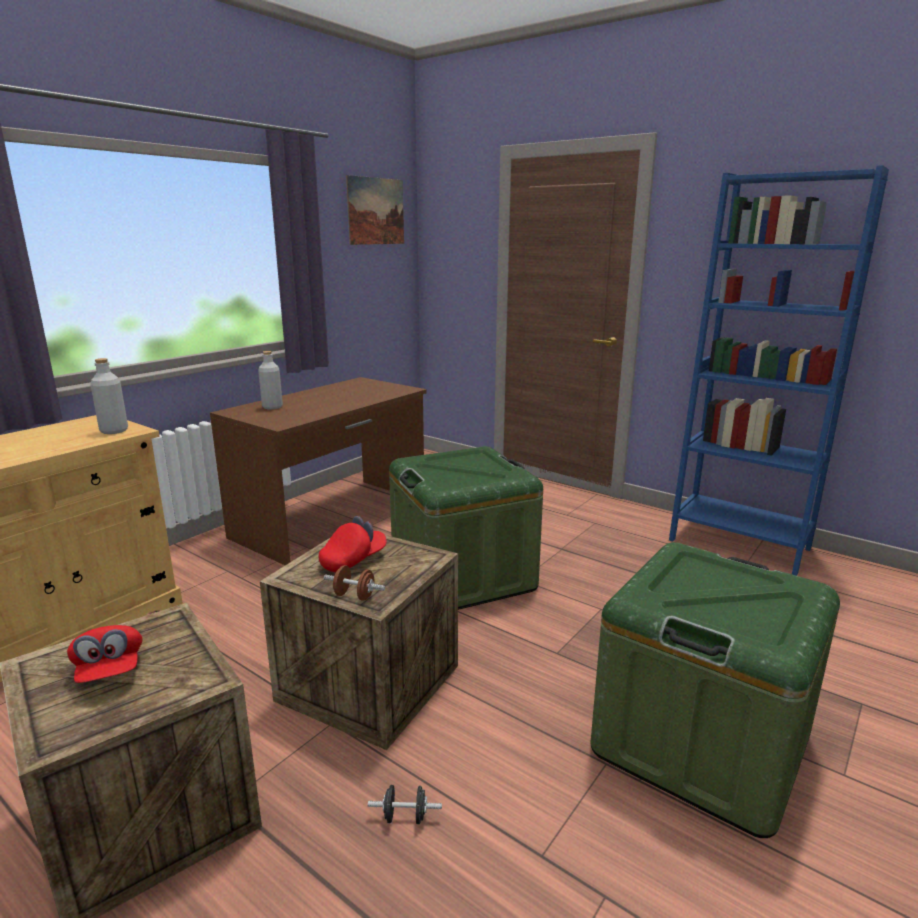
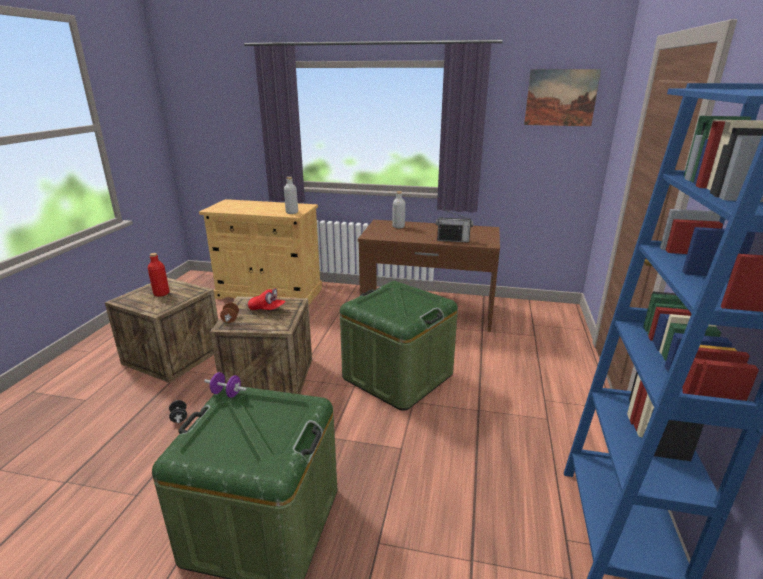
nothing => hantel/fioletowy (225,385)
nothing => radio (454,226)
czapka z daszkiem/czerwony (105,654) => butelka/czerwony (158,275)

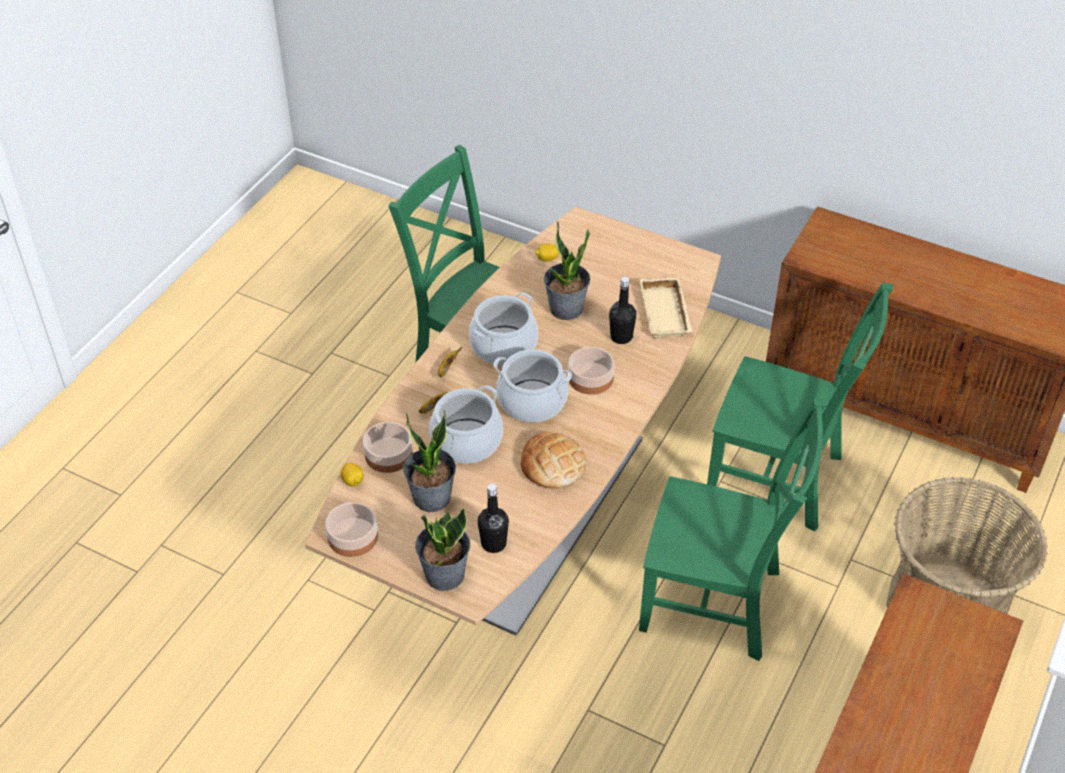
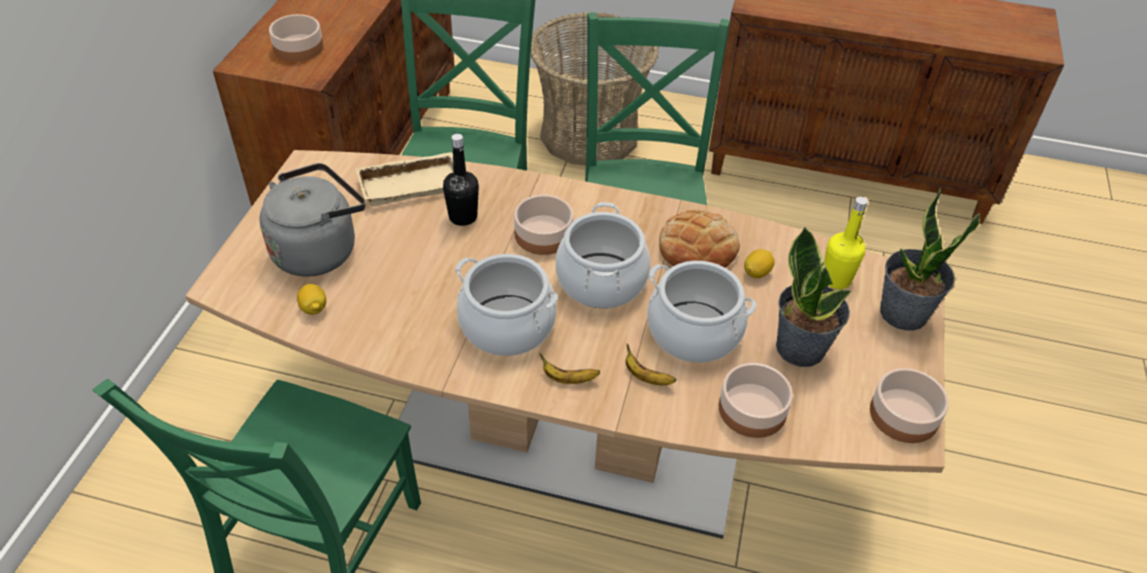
roślina doniczkowa (567,270) => nothing
nothing => czajnik/szary (312,220)
nothing => miska (296,38)
cytryna (352,475) => cytryna (759,263), relocated
butelka/czarny (493,518) => butelka/żółty (846,242)

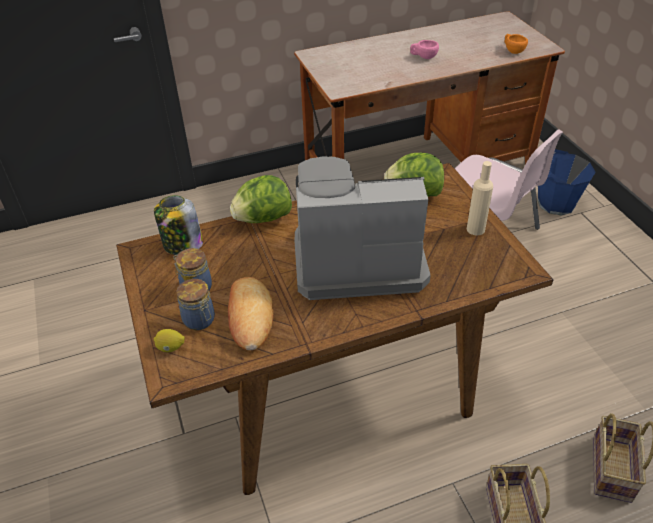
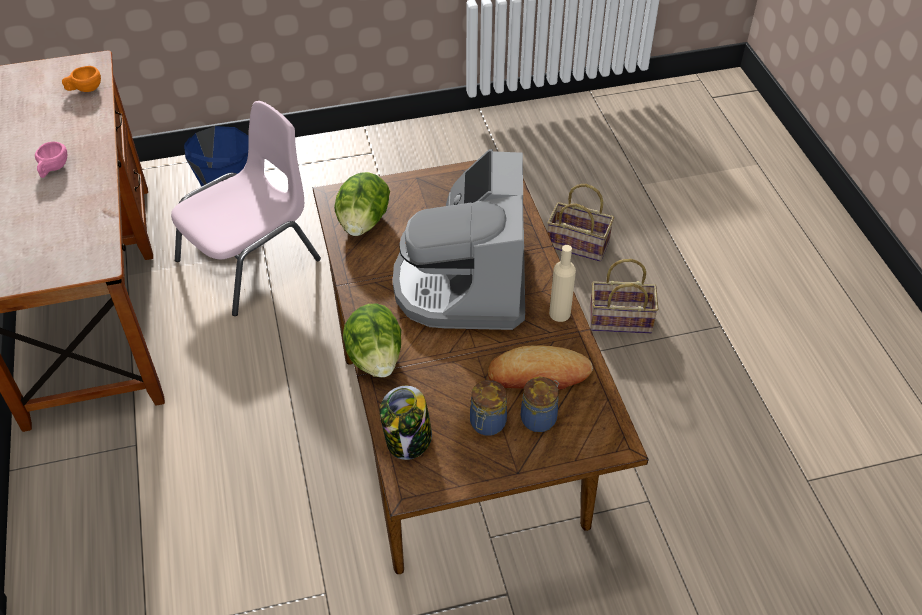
cytryna (169,340) => nothing
butelka/beżowy (480,198) => butelka/beżowy (562,283), relocated

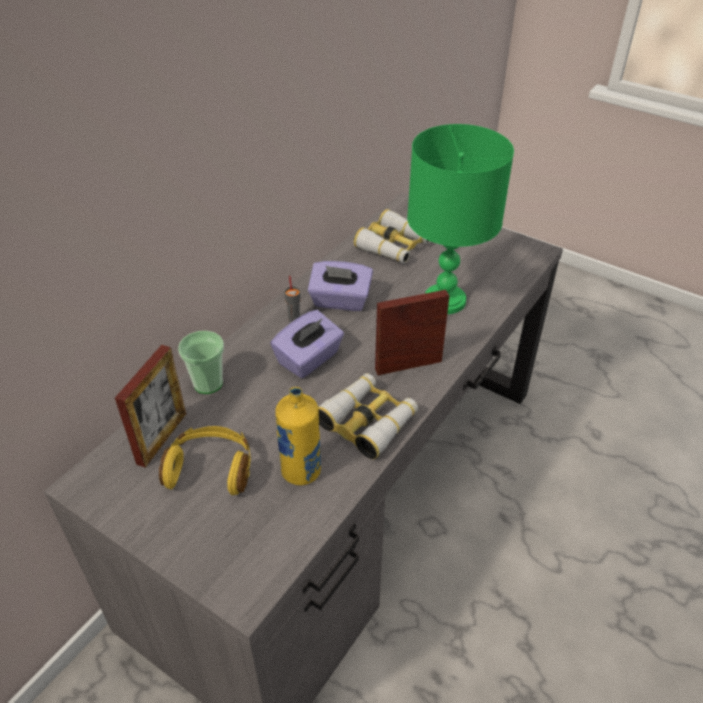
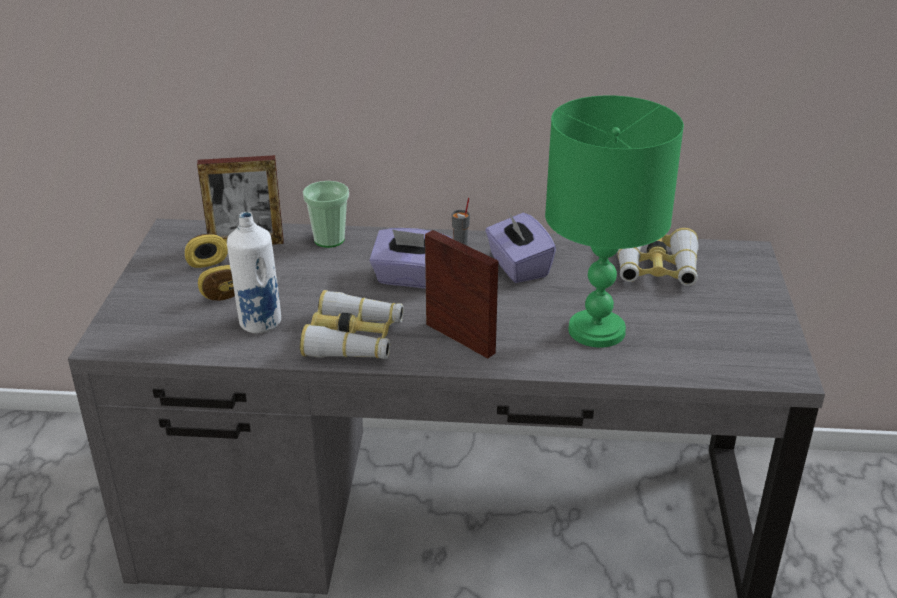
butelka/żółty (298,436) => butelka/biały (254,272)

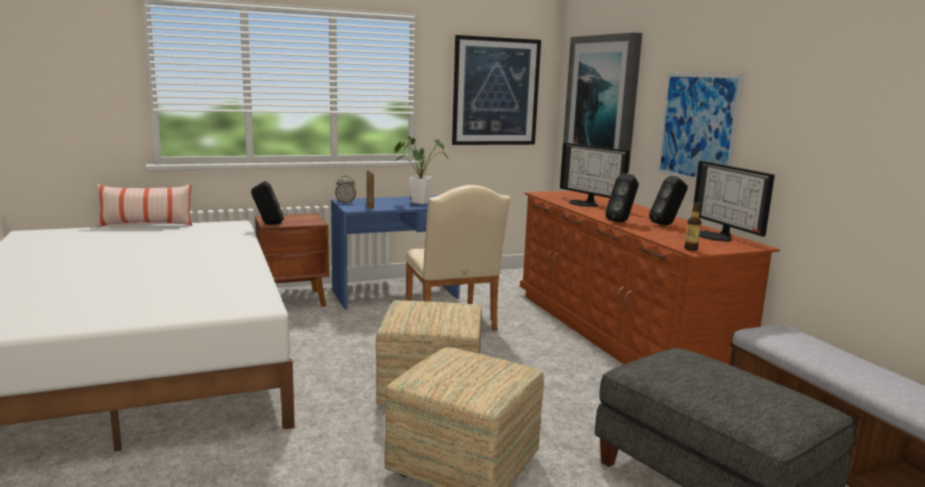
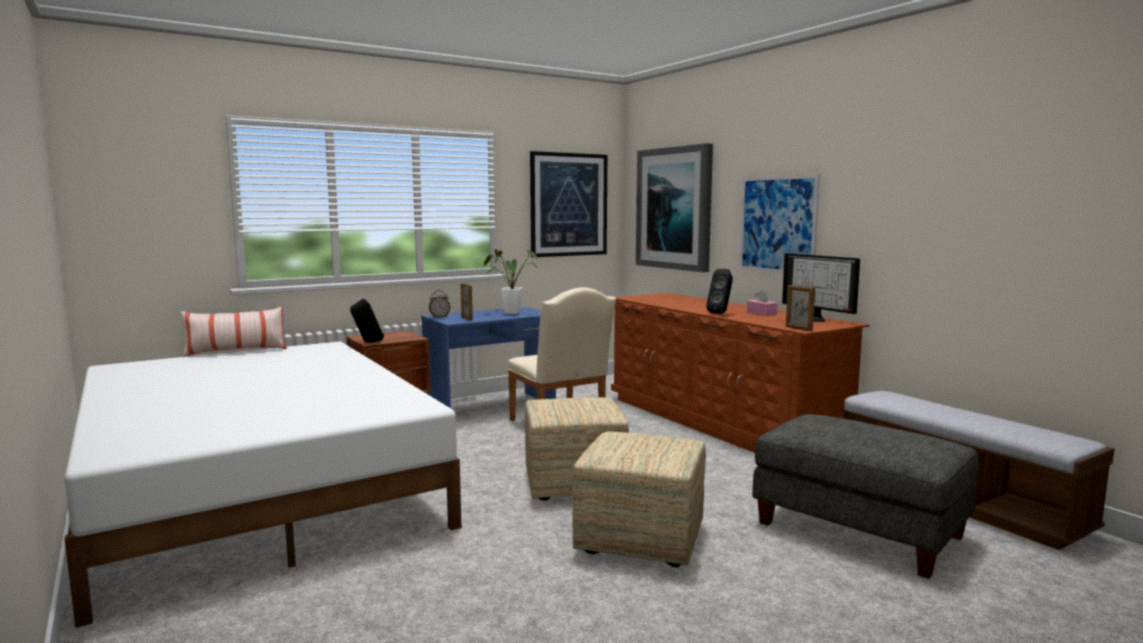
monitor (595,175) => nothing
głośnik/czarny (668,200) => pudełko chusteczek/różowy (762,303)
butelka (692,226) => ramka na zdjęcie (800,308)

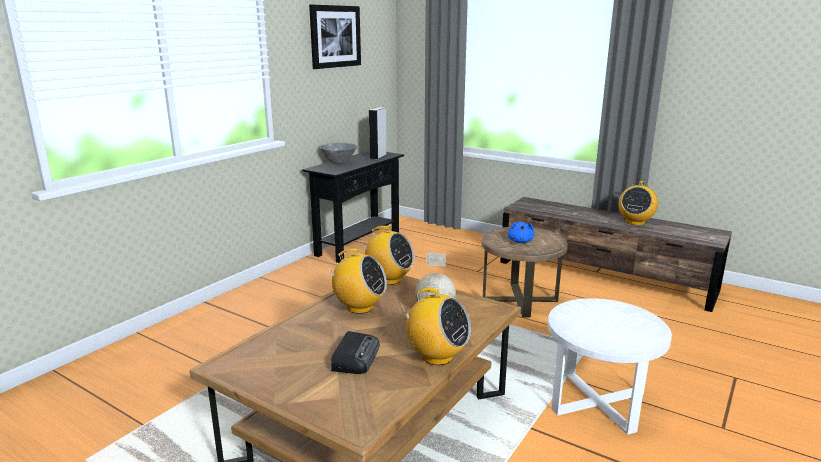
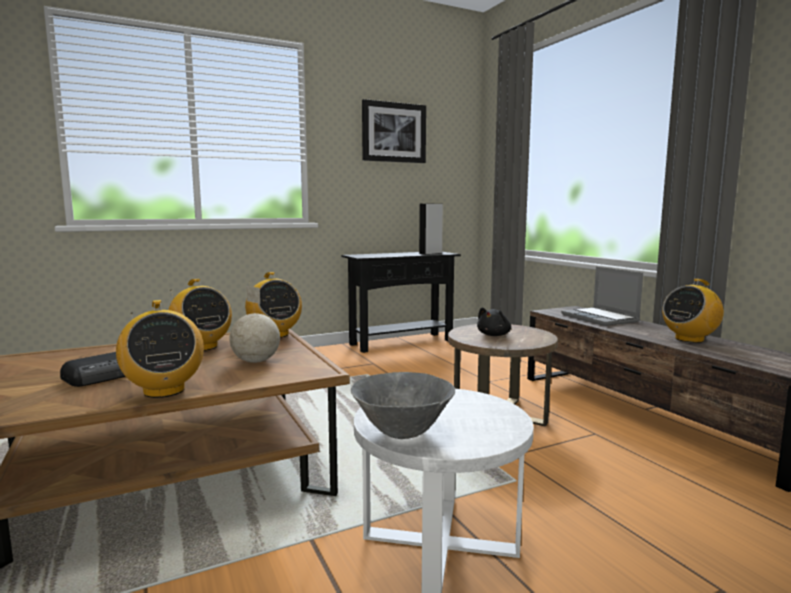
nothing => laptop (602,296)
miska/szary (339,153) => miska/szary (403,405), relocated
pluszak/niebieski (521,232) => pluszak/czarny (494,321)

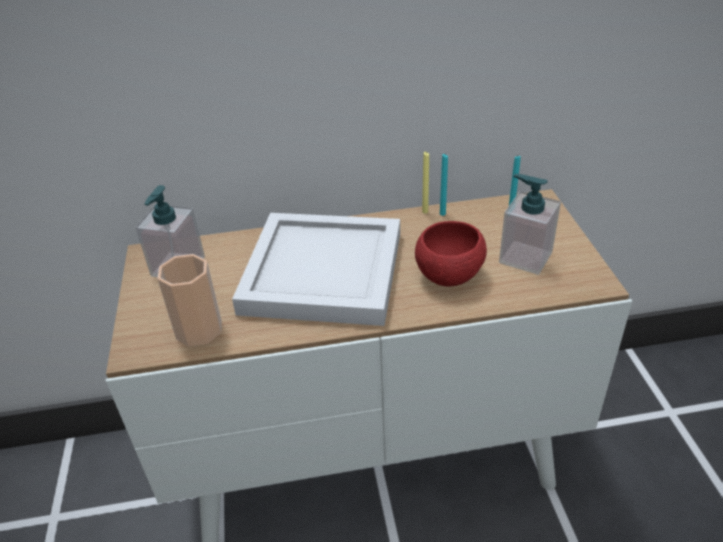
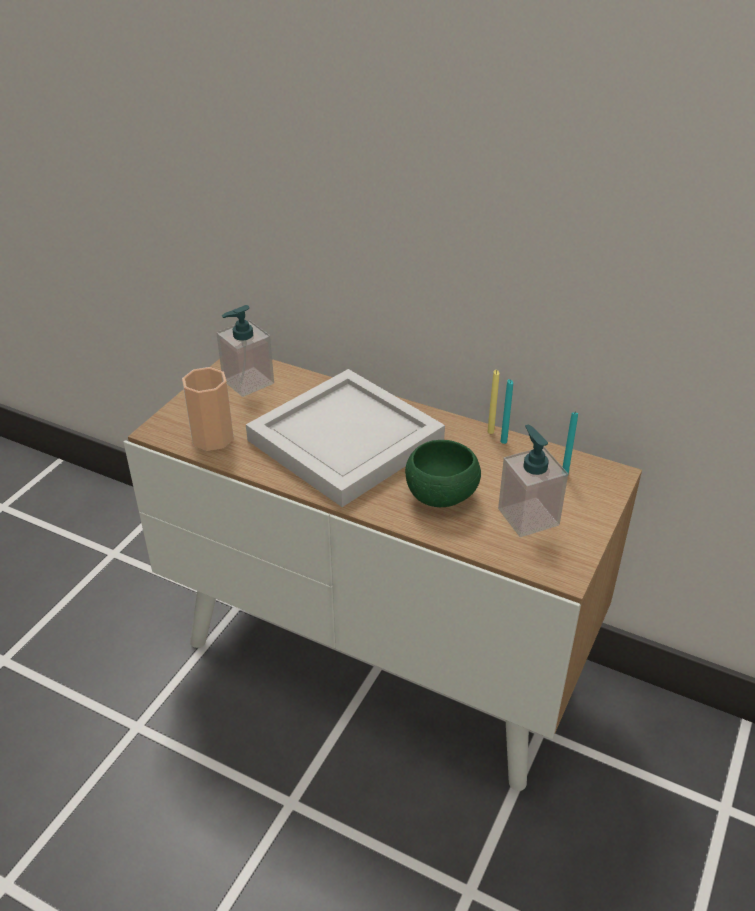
miska/czerwony (451,254) => miska/zielony (443,473)

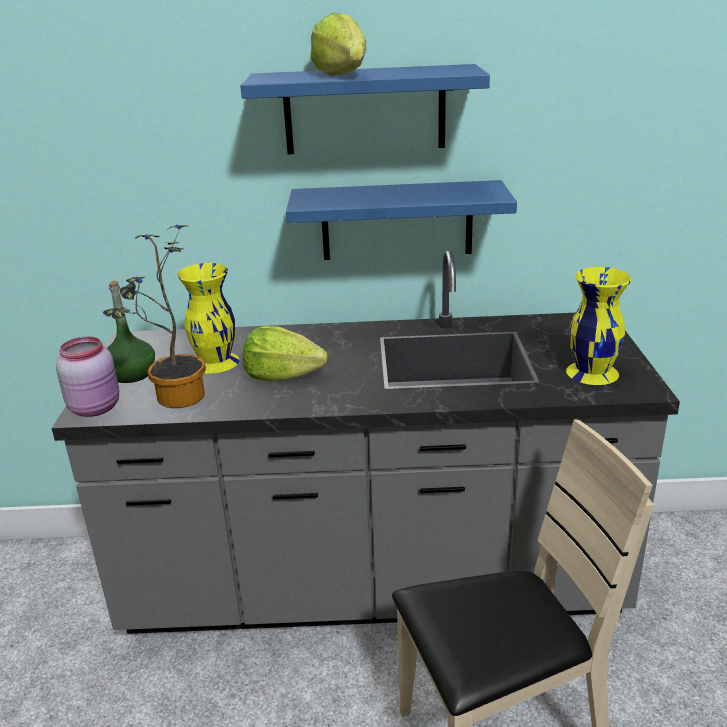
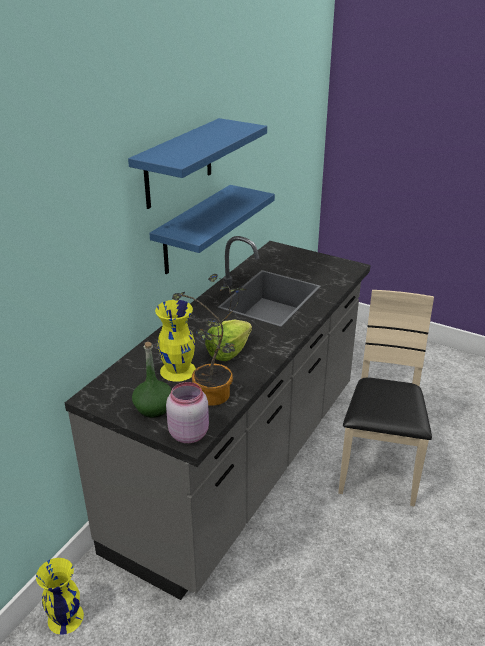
sałata (338,44) => nothing
wazon/żółty (598,326) => wazon/żółty (60,596), relocated

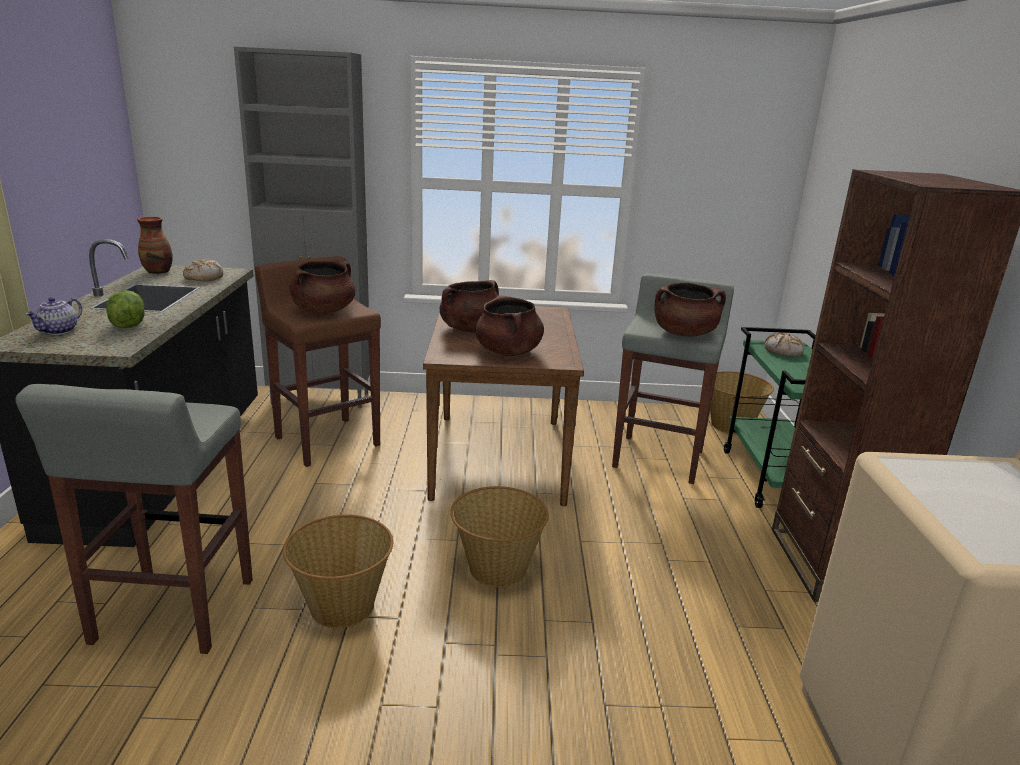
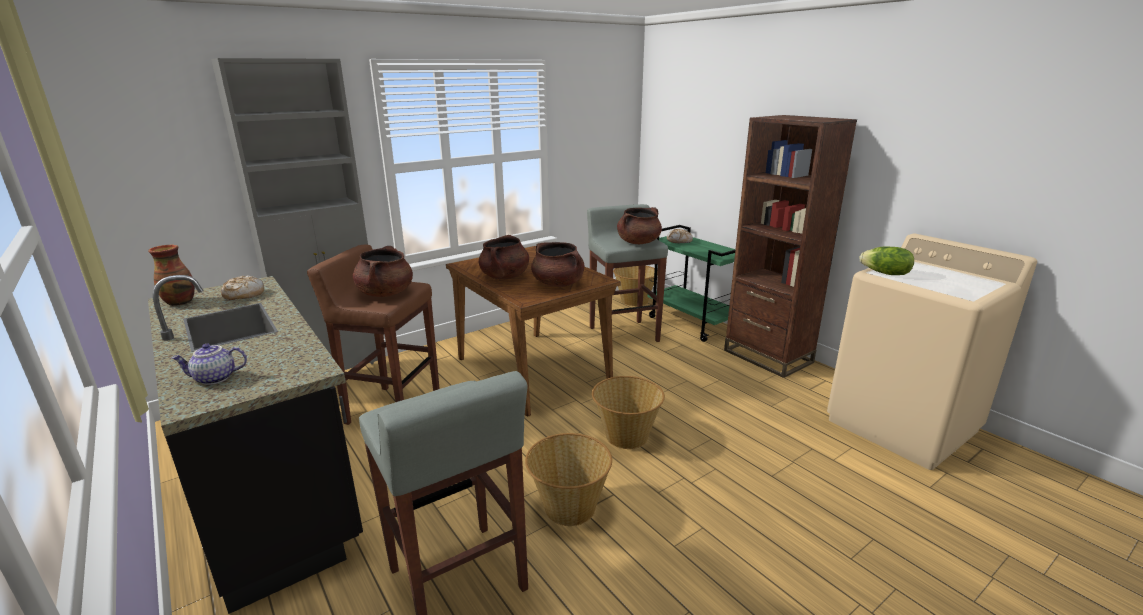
sałata (125,309) => sałata (886,260), relocated
imbryk (53,316) => imbryk (209,364), 90 degrees clockwise

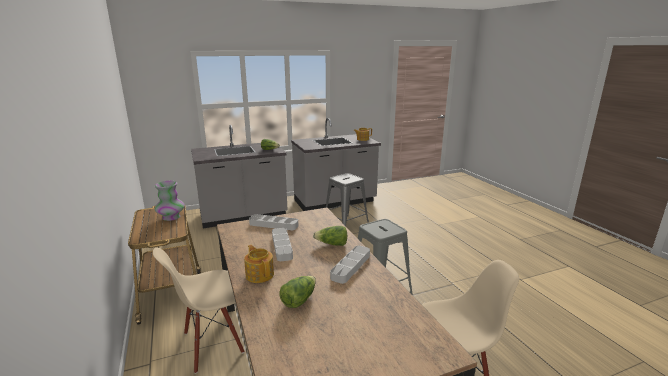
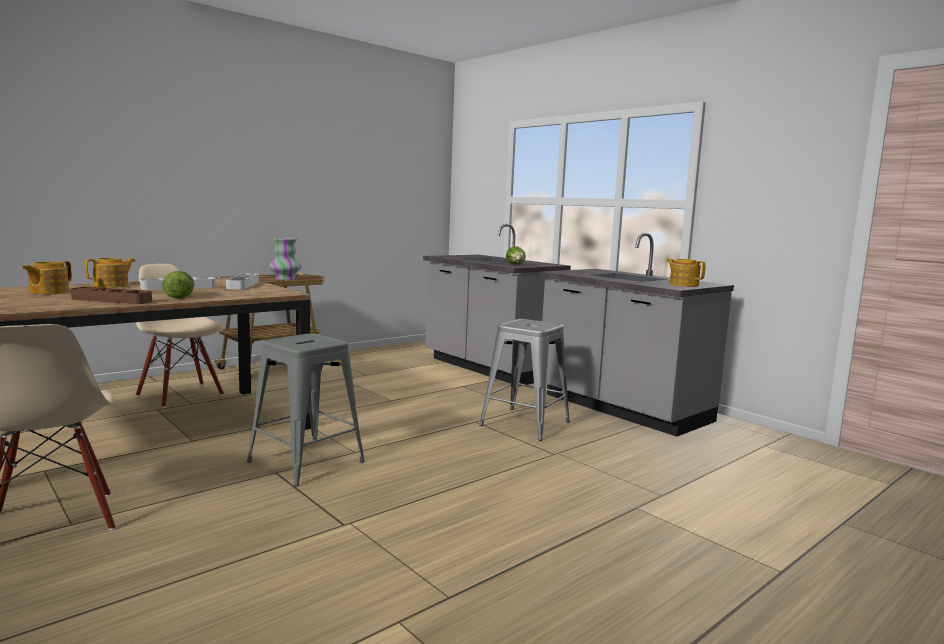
sałata (297,292) => imbryk (47,278)
taca/szary (350,264) => taca/brązowy (111,295)

